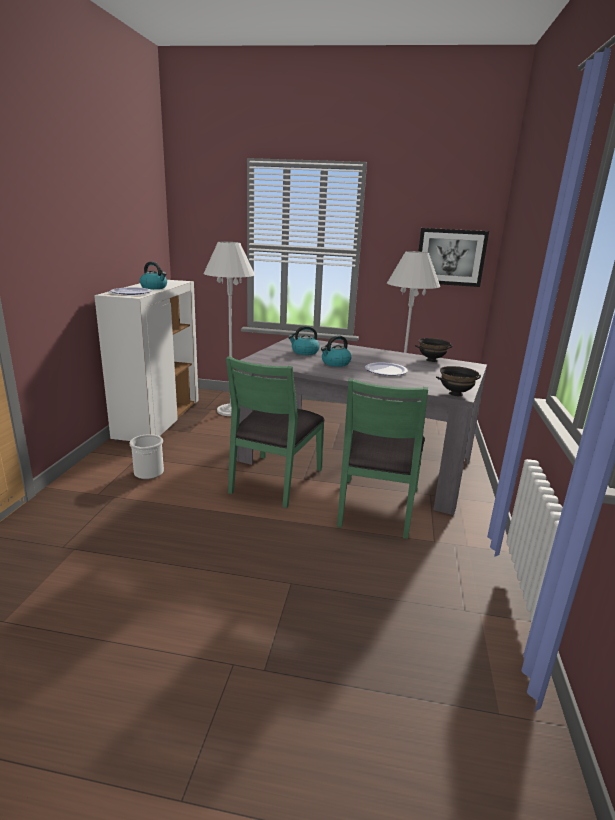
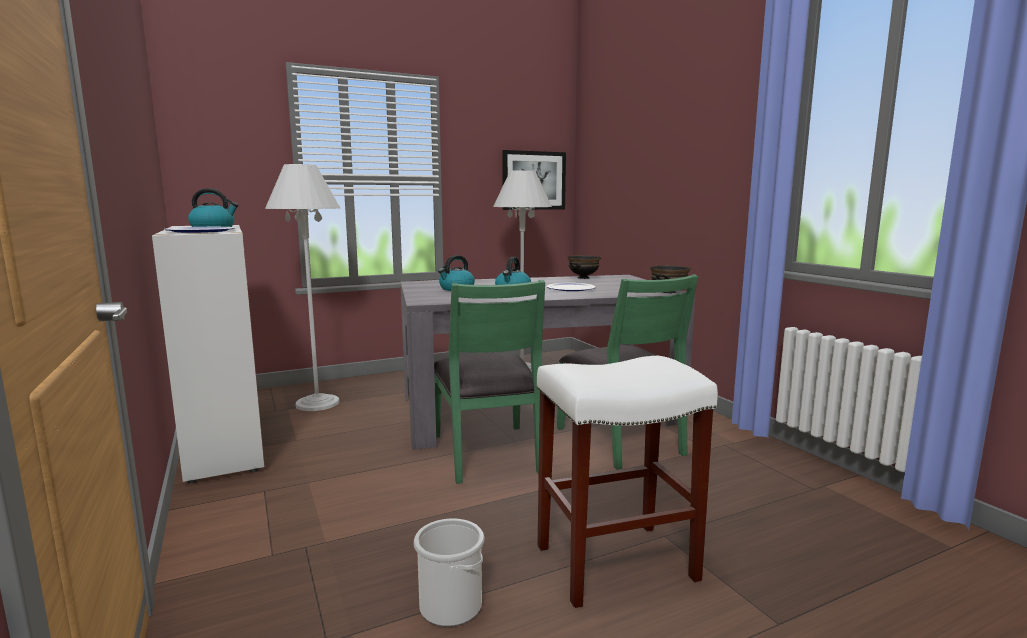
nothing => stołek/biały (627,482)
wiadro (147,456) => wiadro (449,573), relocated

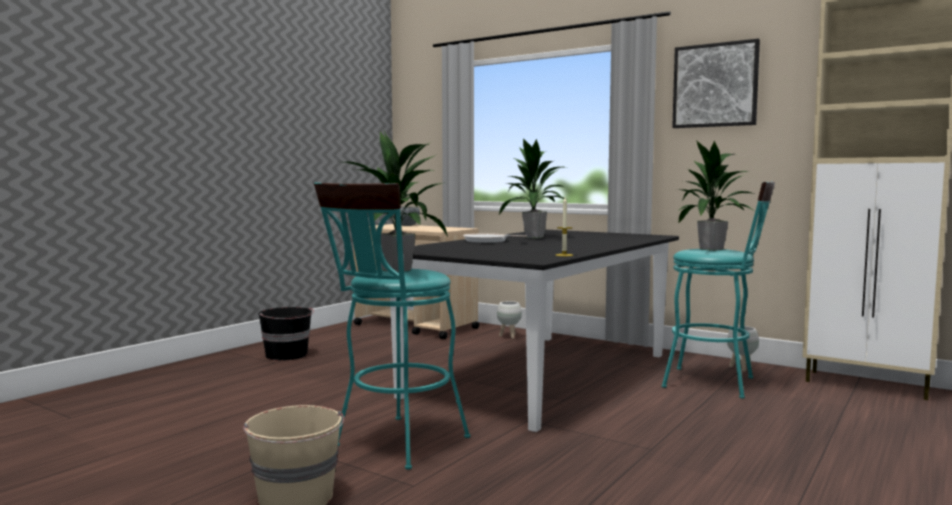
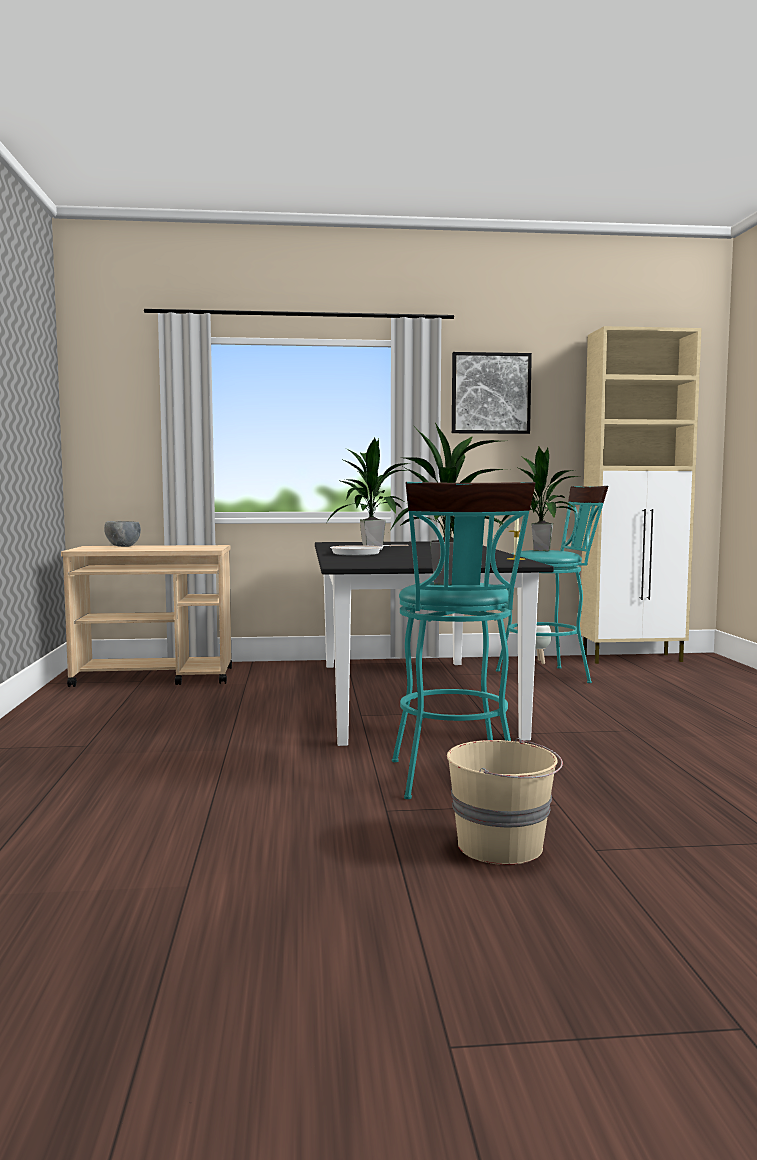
wiadro/czarny (286,333) => nothing
donica/biały (509,320) => nothing

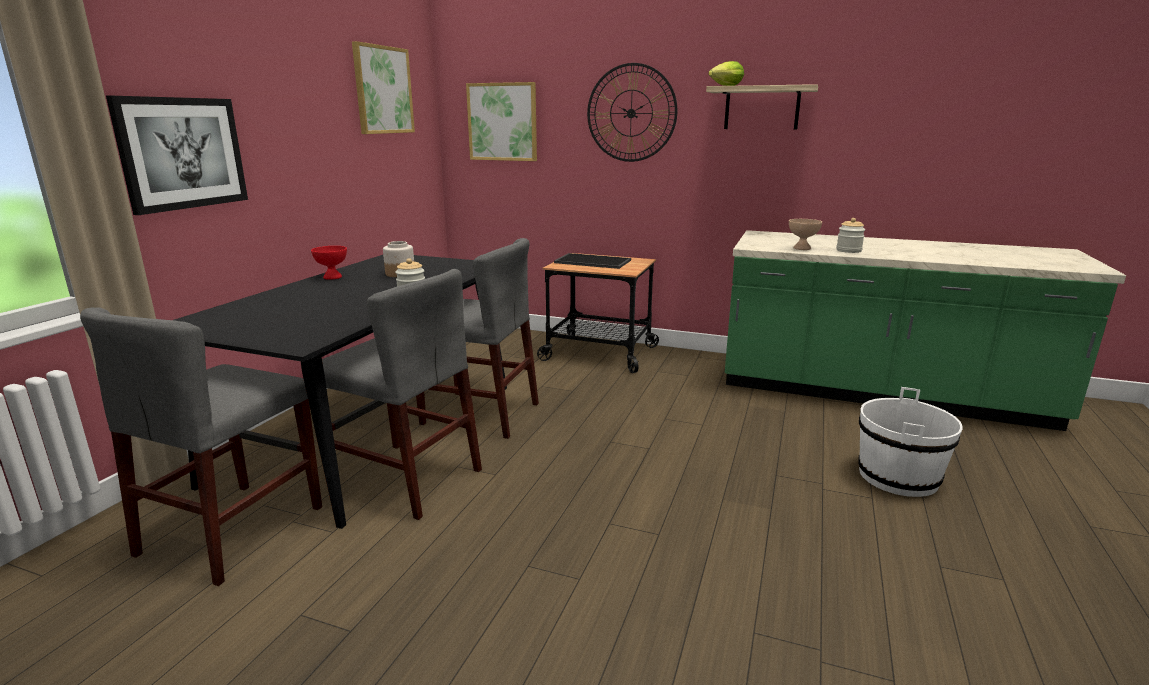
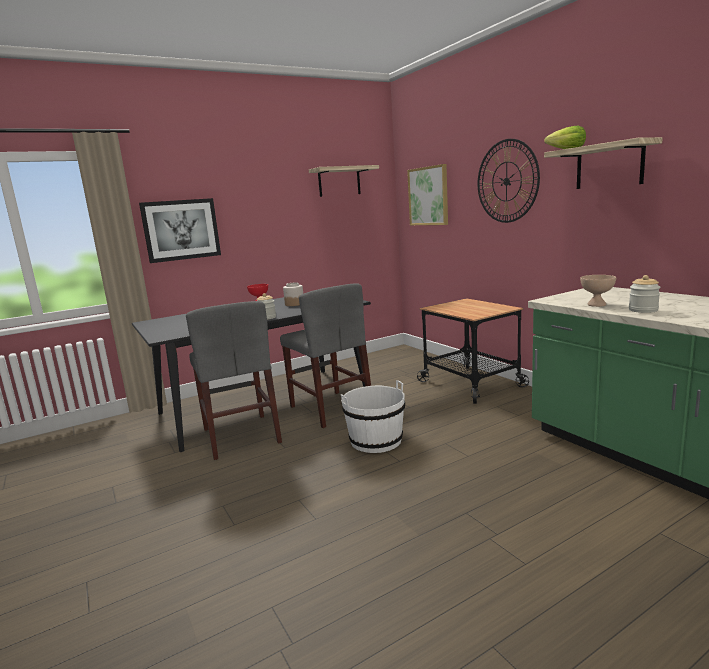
krzesło/szary (201,446) => nothing
taca (592,261) => nothing
wiadro/biały (910,442) => wiadro/biały (373,416), relocated
obraz (383,87) => półka (344,181)

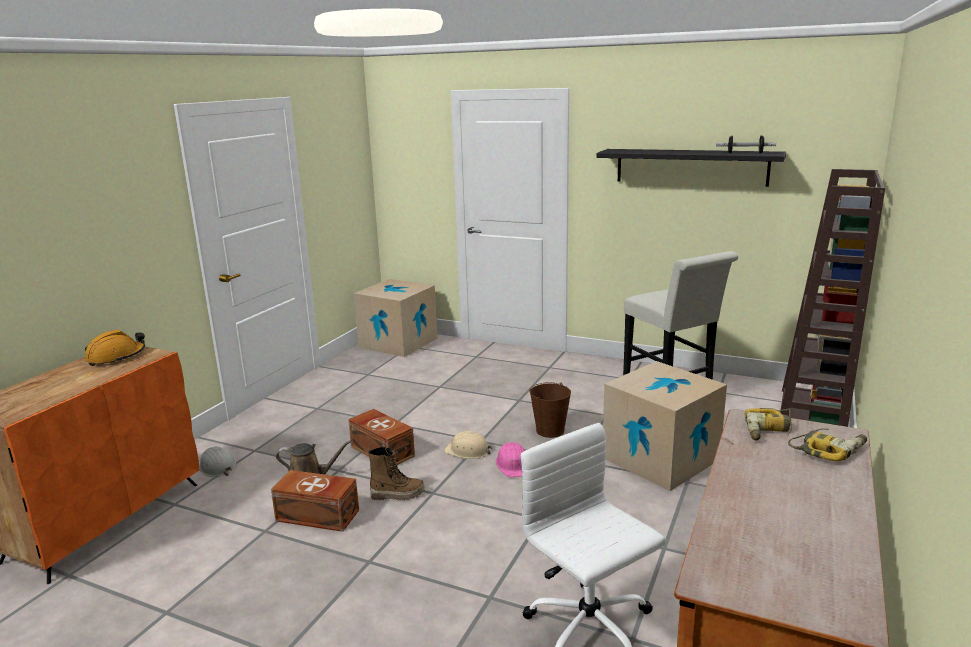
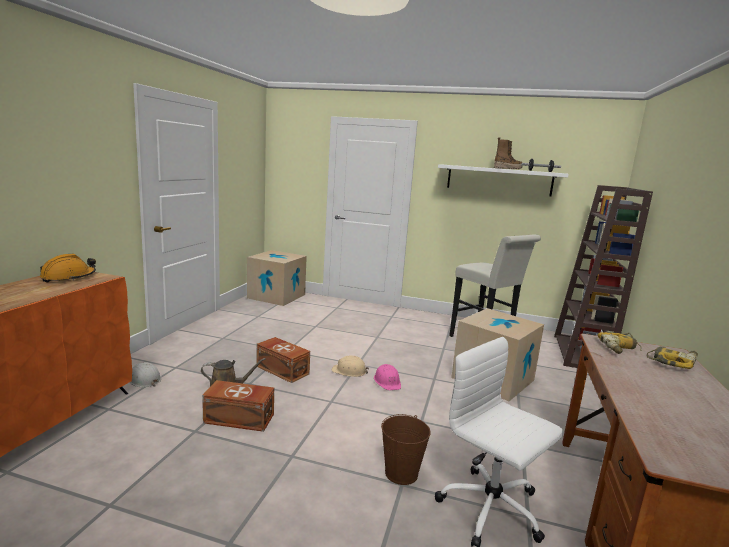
but z cholewką (396,473) => but z cholewką (508,153), relocated
wiadro/brązowy (550,410) => wiadro/brązowy (406,449), relocated
półka/czarny (691,168) => półka/biały (503,180)

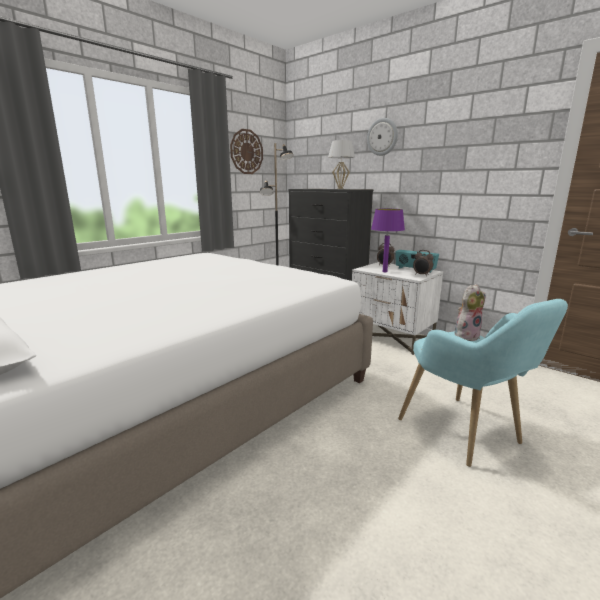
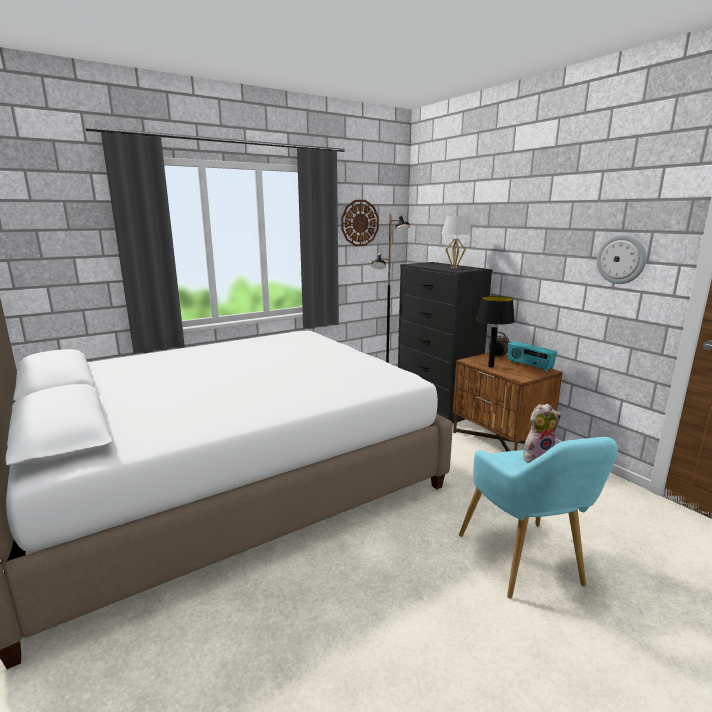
budzik (423,263) => nothing
zegar ścienny (382,137) => zegar ścienny (622,259), relocated
szafka nocna/biały (397,308) => szafka nocna/brązowy (508,402)
lampa stołowa/fioletowy (388,240) => lampa stołowa/czarny (495,332)

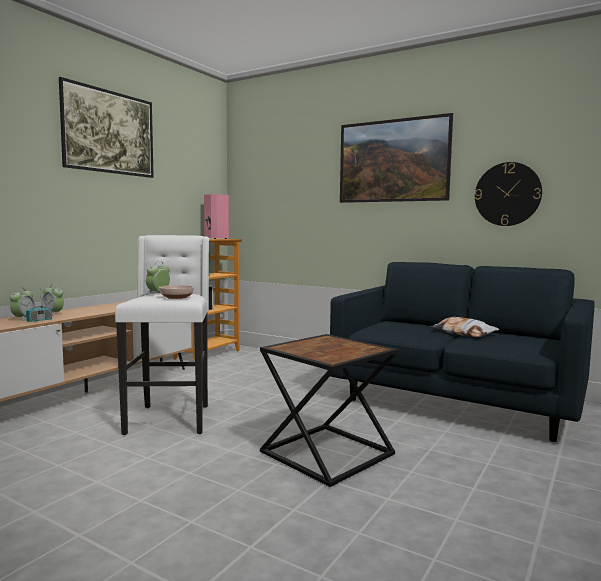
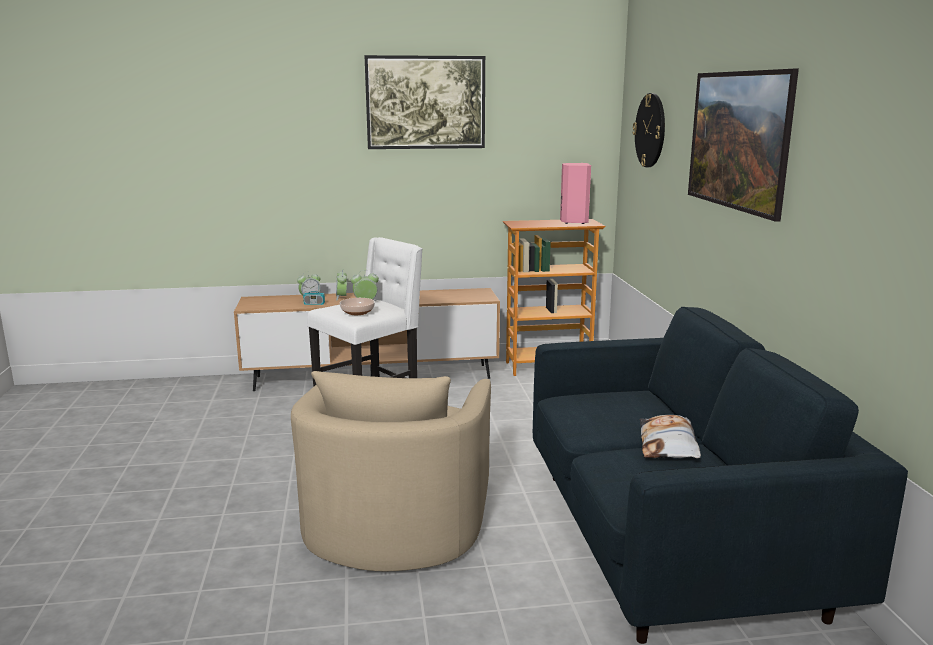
zegar ścienny (508,194) => zegar ścienny (649,130), relocated
stolik/czarny (329,410) => fotel/beżowy (391,471)

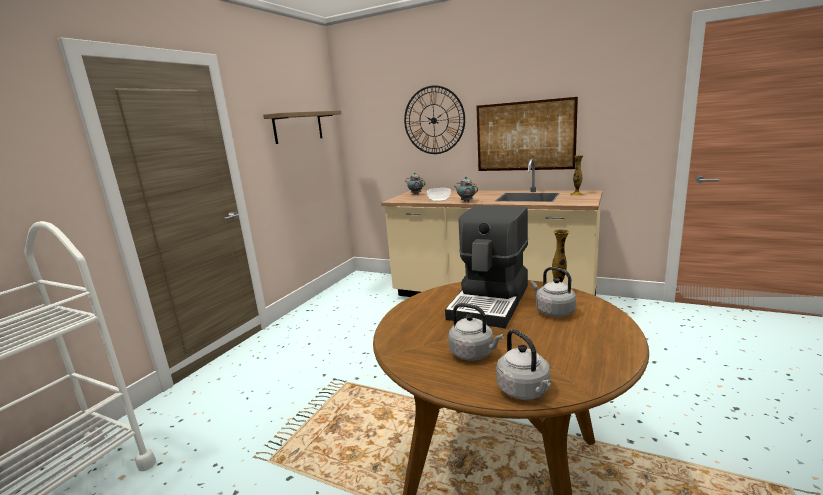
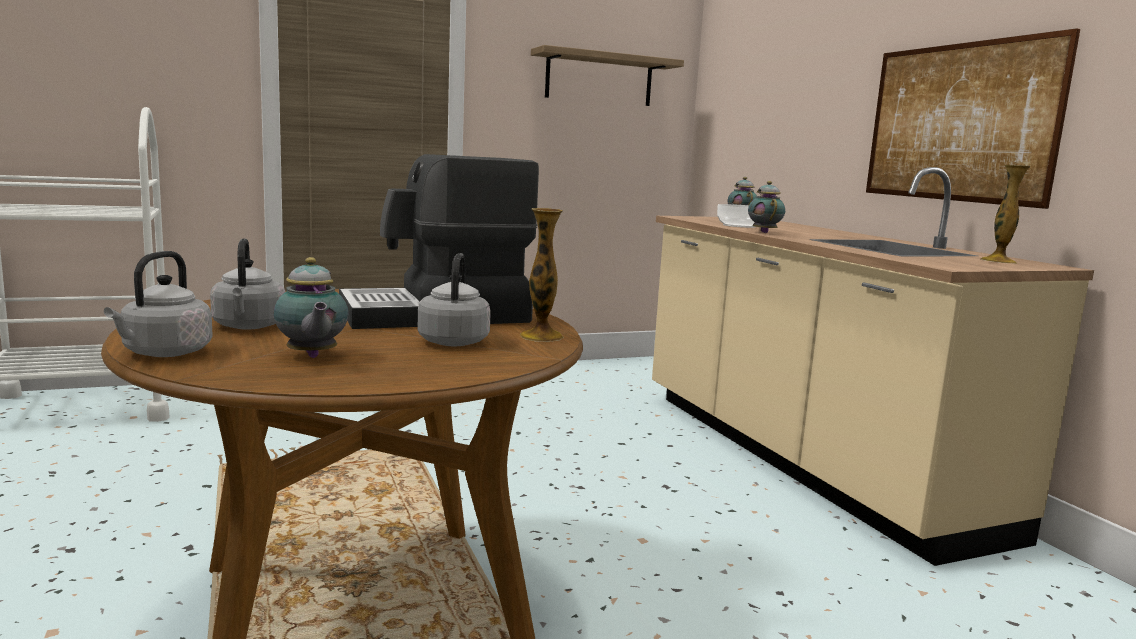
zegar ścienny (434,119) => nothing
nothing => imbryk (311,307)

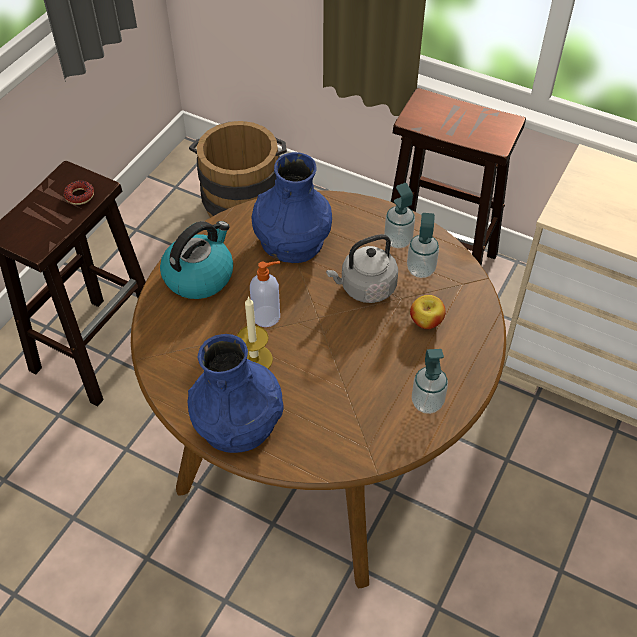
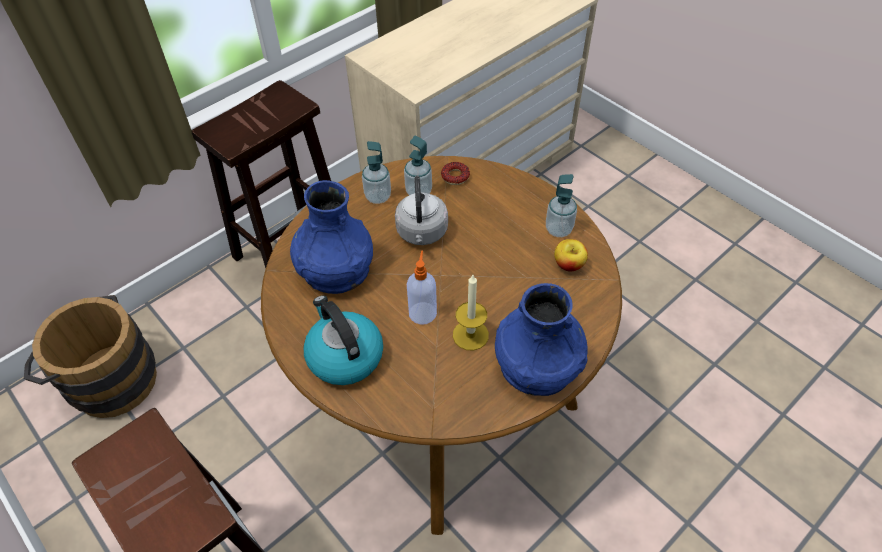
donut (79,193) => donut (455,173), relocated
jabłko (428,312) => jabłko (571,255), relocated

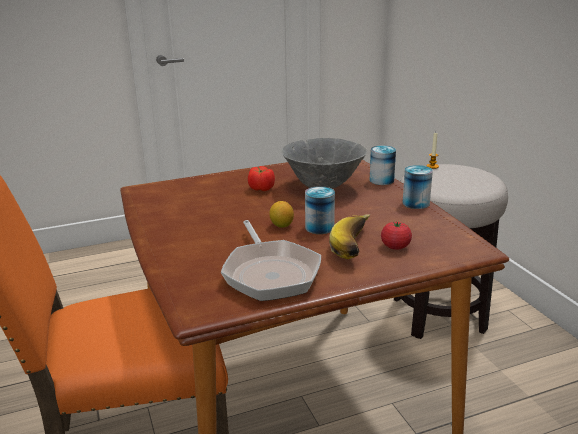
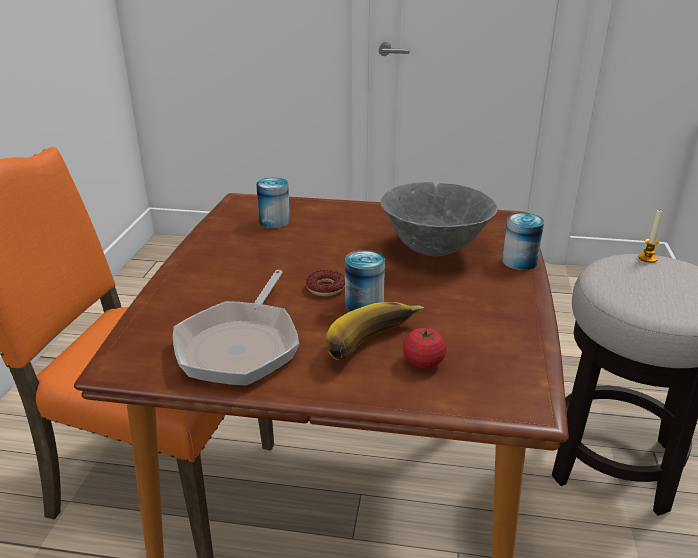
pomidor (261,178) => nothing
puszka (417,187) => puszka (273,202), relocated
cytryna (281,214) => donut (325,283)

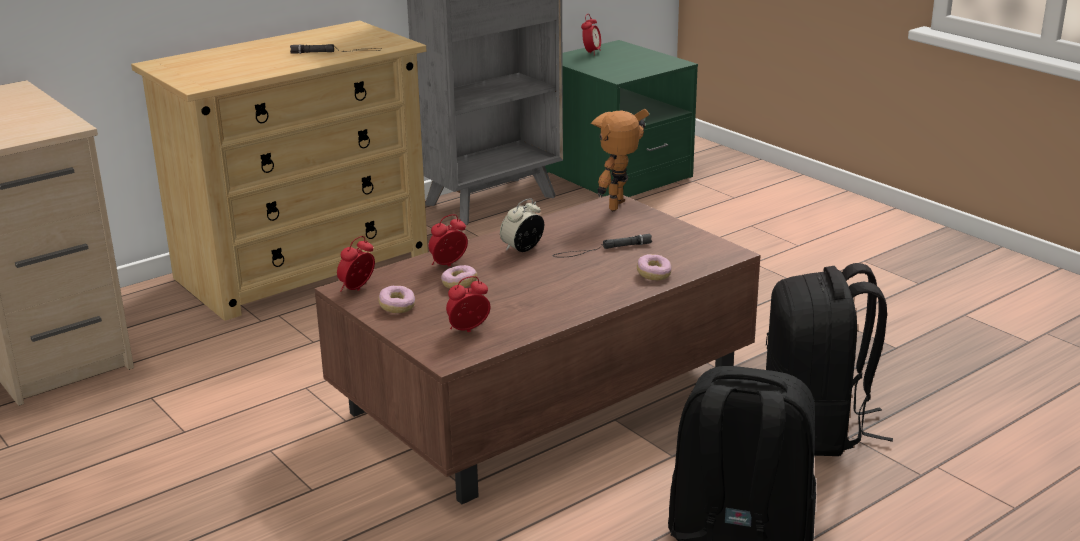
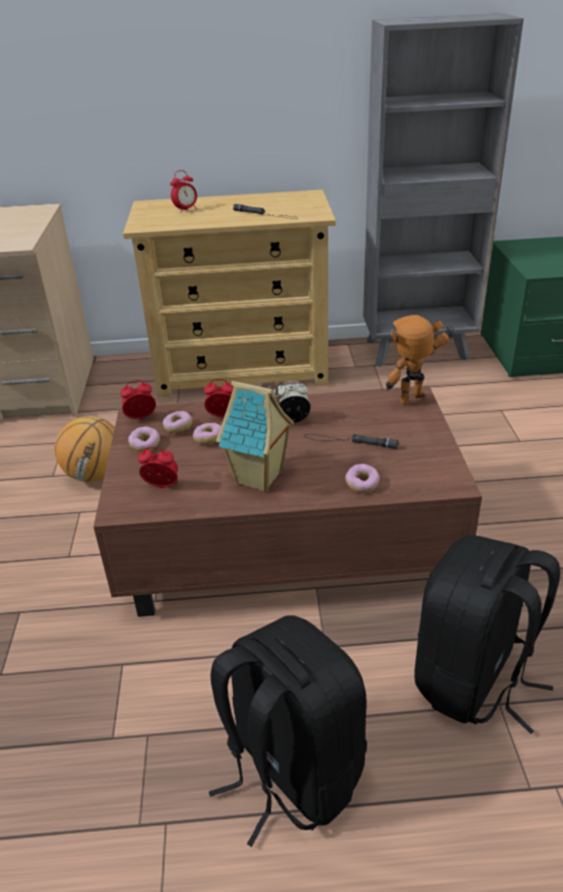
nothing => piłka do koszykówki (85,449)
nothing => donut (177,422)
nothing => domek (255,436)
budzik (591,34) => budzik (183,191), relocated

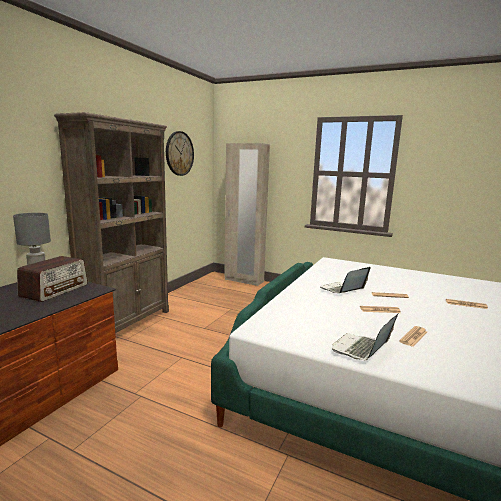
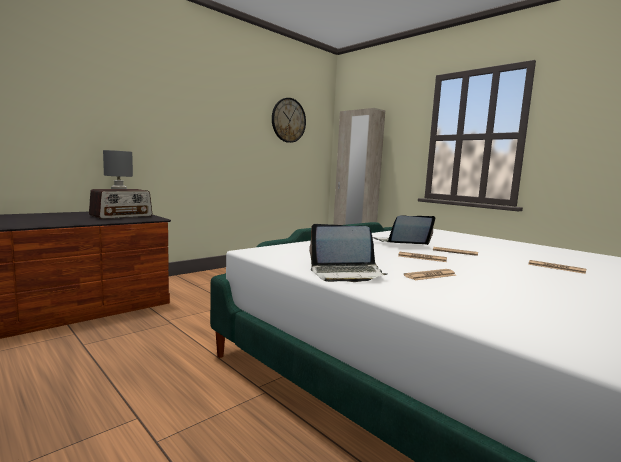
regał/brązowy (111,222) => nothing
laptop (365,336) => laptop (348,253), 150 degrees counterclockwise

